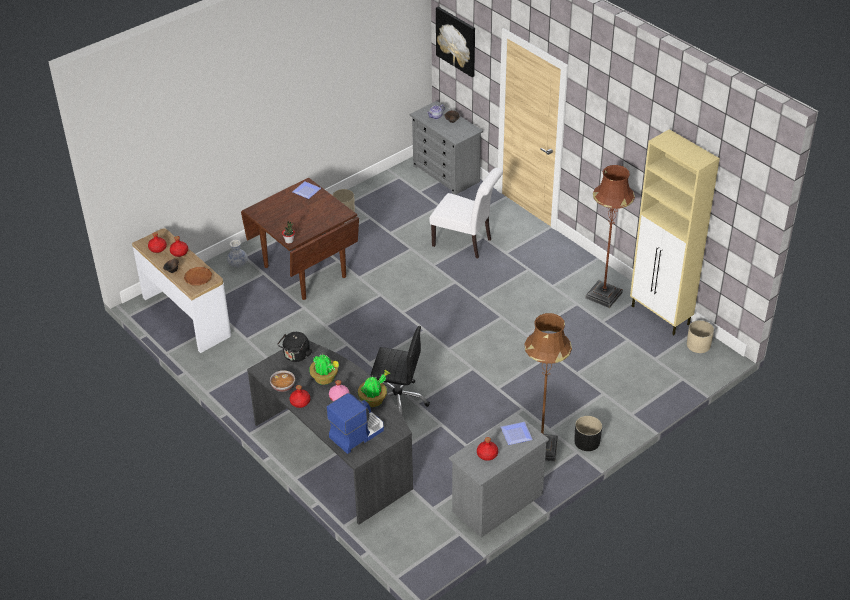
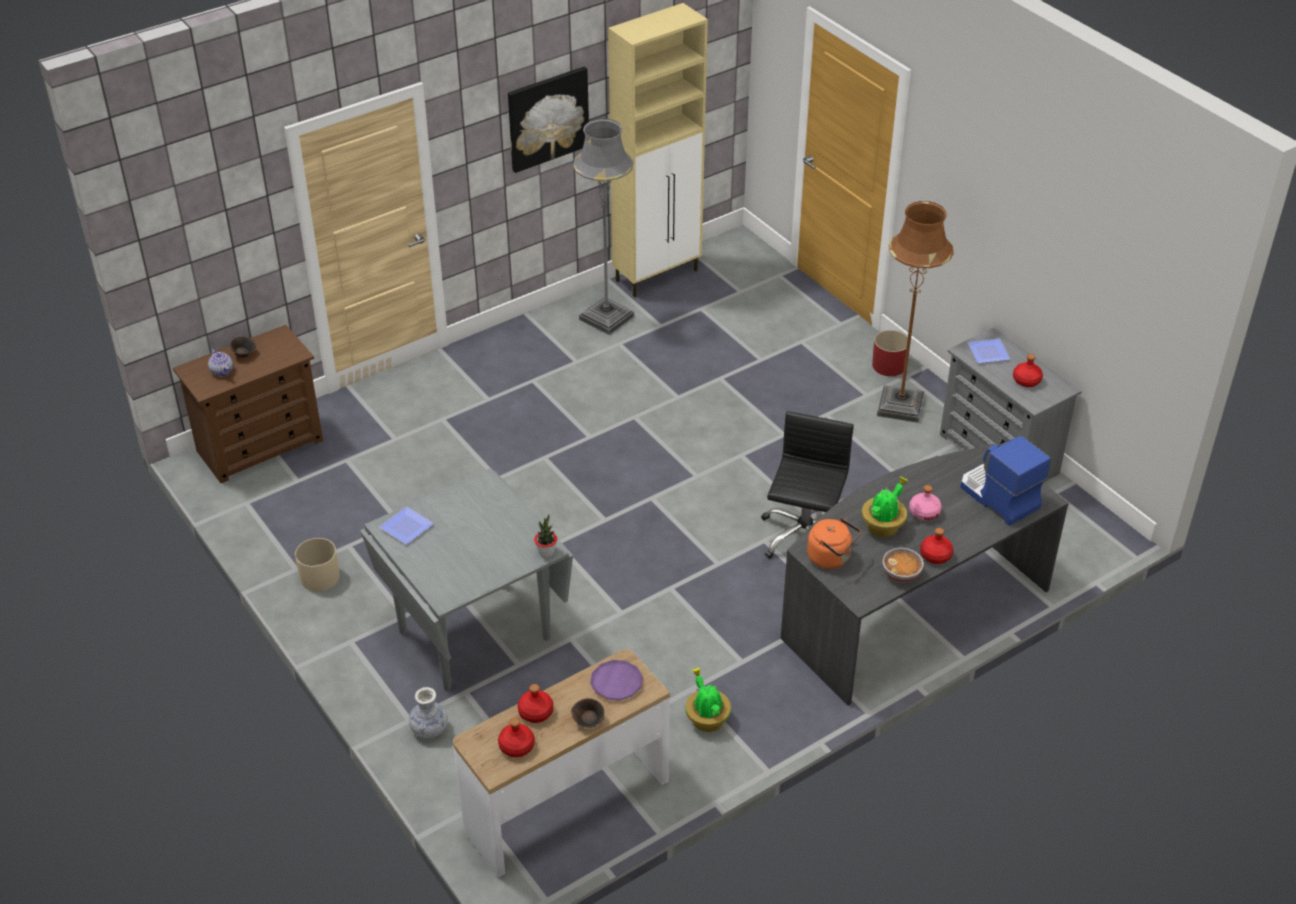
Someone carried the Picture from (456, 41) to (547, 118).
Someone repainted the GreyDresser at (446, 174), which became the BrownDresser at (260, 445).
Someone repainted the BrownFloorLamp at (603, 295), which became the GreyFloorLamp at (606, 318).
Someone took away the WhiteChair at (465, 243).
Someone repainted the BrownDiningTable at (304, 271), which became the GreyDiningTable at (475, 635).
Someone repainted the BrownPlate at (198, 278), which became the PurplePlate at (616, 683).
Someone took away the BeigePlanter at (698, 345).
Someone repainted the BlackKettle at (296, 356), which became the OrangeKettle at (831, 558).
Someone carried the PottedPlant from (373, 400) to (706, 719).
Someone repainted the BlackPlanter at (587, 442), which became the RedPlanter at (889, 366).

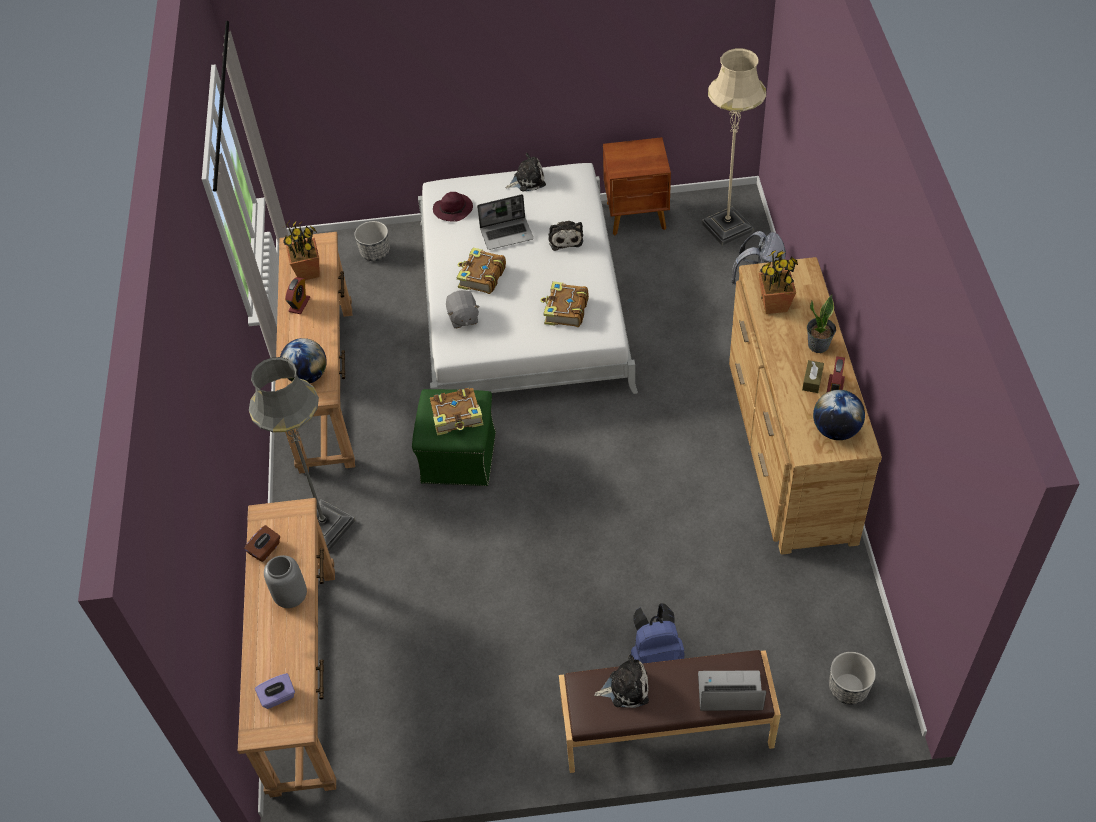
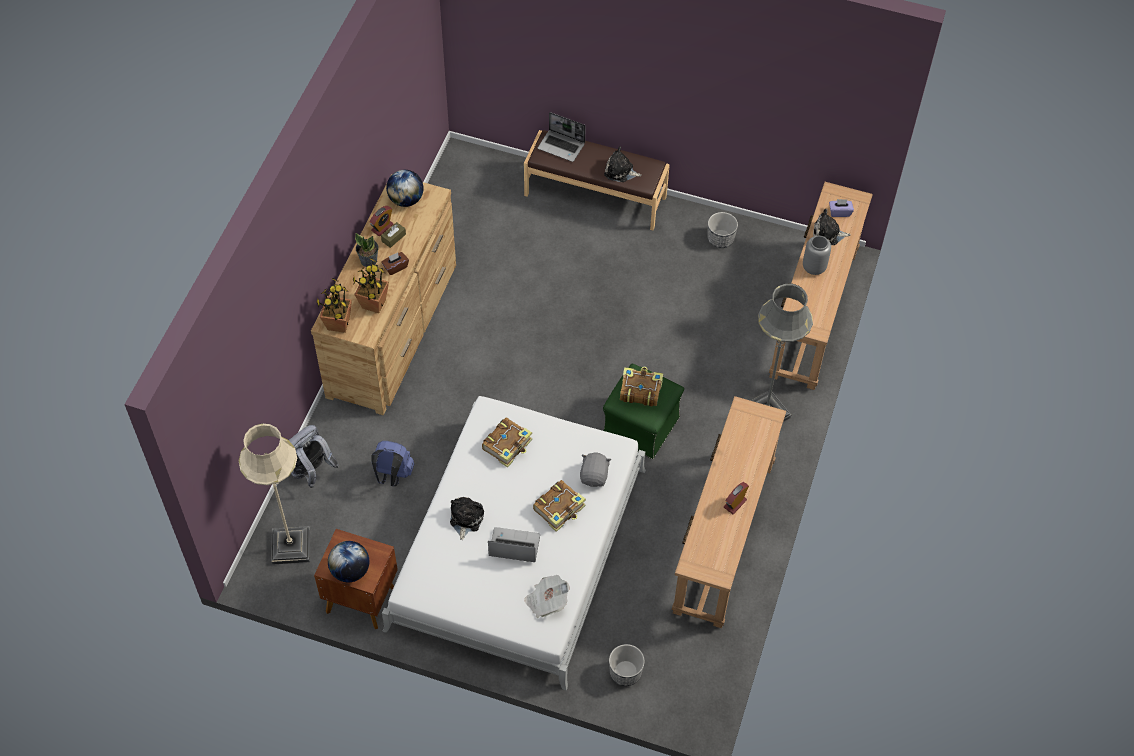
Someone carried the PlushToy from (527, 180) to (828, 234).
Someone swapped the PurpleHat at (453, 209) for the Newspaper at (546, 601).
Someone carried the PottedPlant from (308, 272) to (338, 324).
Someone carried the Globe from (307, 376) to (350, 571).
Someone carried the BrownTissueBox from (265, 550) to (395, 267).
Someone carried the BlueBackpack from (655, 656) to (392, 475).
Someone carried the Planter from (848, 688) to (720, 239).

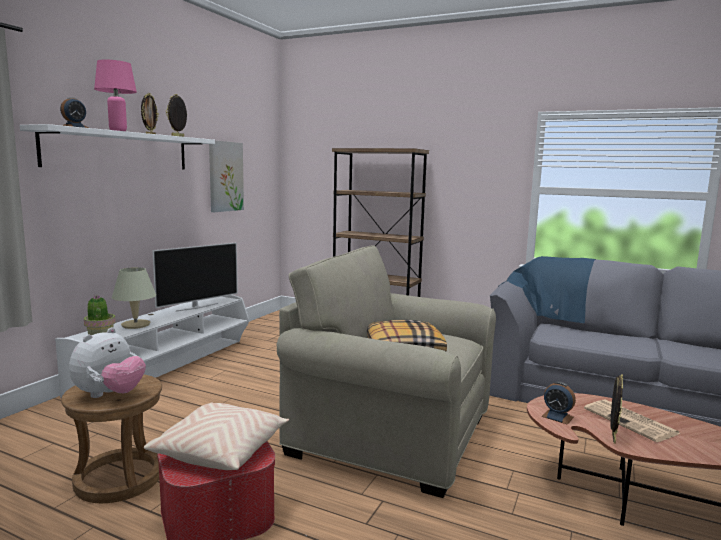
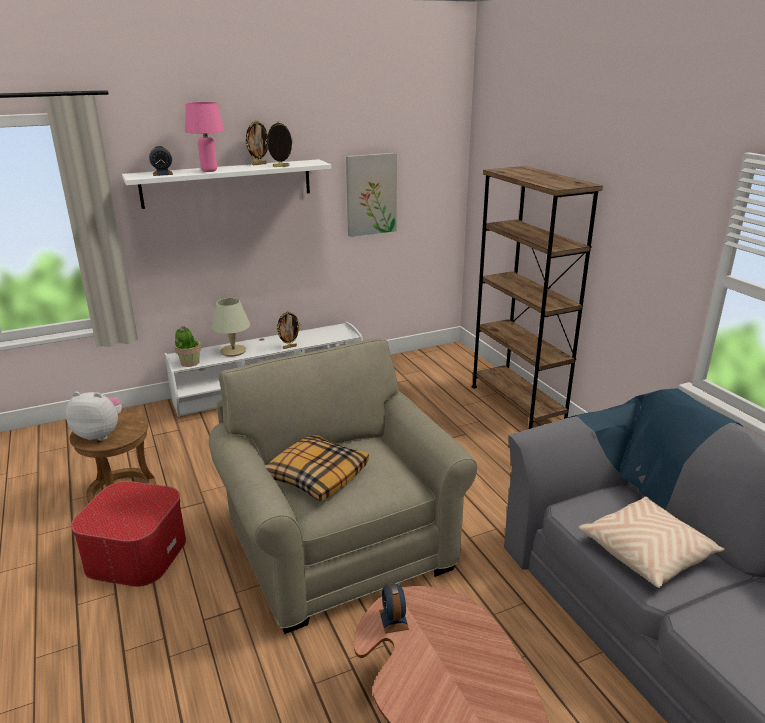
Someone took away the Television at (197, 307).
Someone rotated the PlushToy at (110, 395) by 150 degrees counterclockwise.
Someone carried the PictureFrame from (612, 437) to (289, 347).
Someone took away the Newspaper at (631, 421).
Someone carried the BeigePillow from (221, 450) to (647, 552).

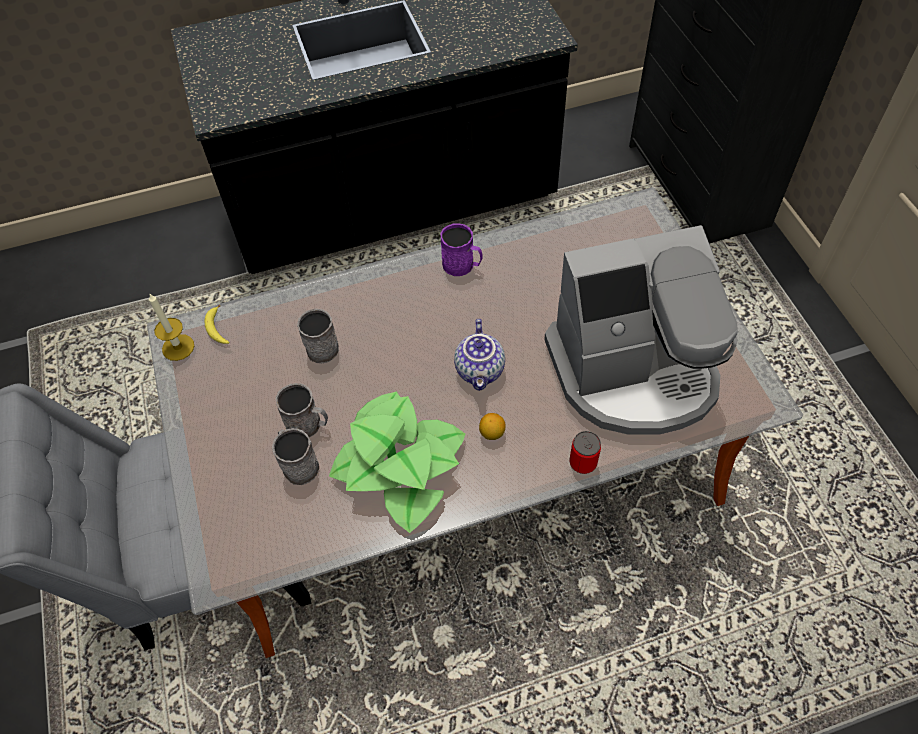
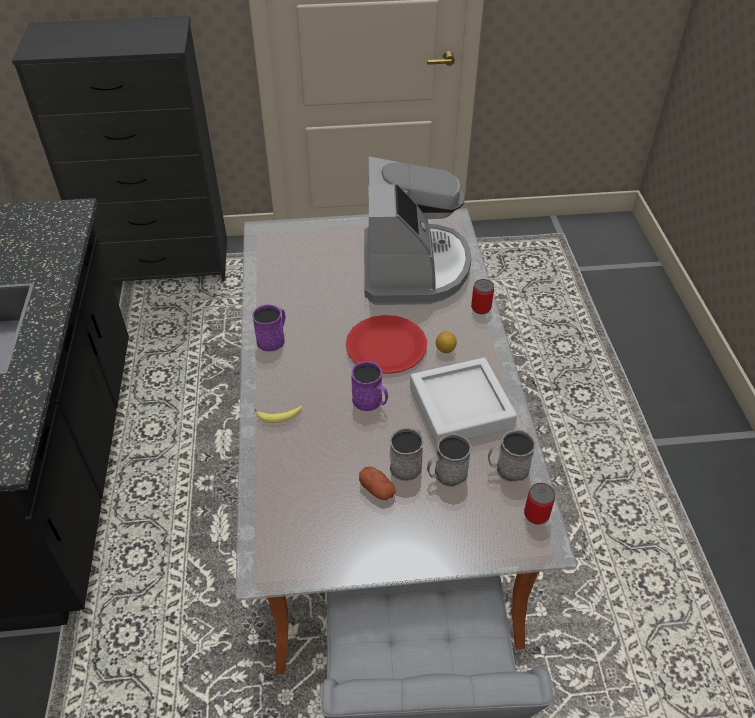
Someone took away the Candle at (178, 347).
Someone carried the Banana from (217, 329) to (279, 416).
Someone carried the GreyMug from (321, 345) to (507, 469).
Someone swapped the Teapot at (481, 370) for the RedPlate at (386, 346).
Someone swapped the PottedPlant at (400, 464) for the GreyTray at (461, 407).
Someone put down the PurpleMug at (370, 402).
Someone put down the Potato at (377, 489).
Someone put down the Can at (536, 514).

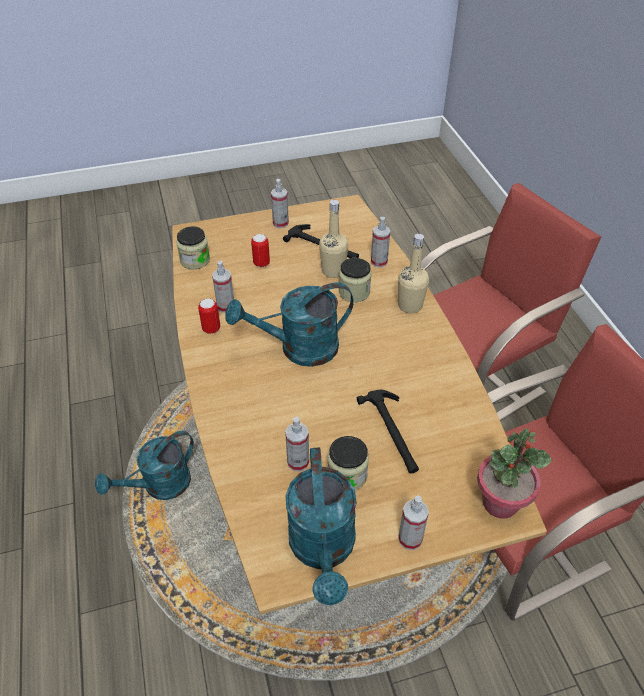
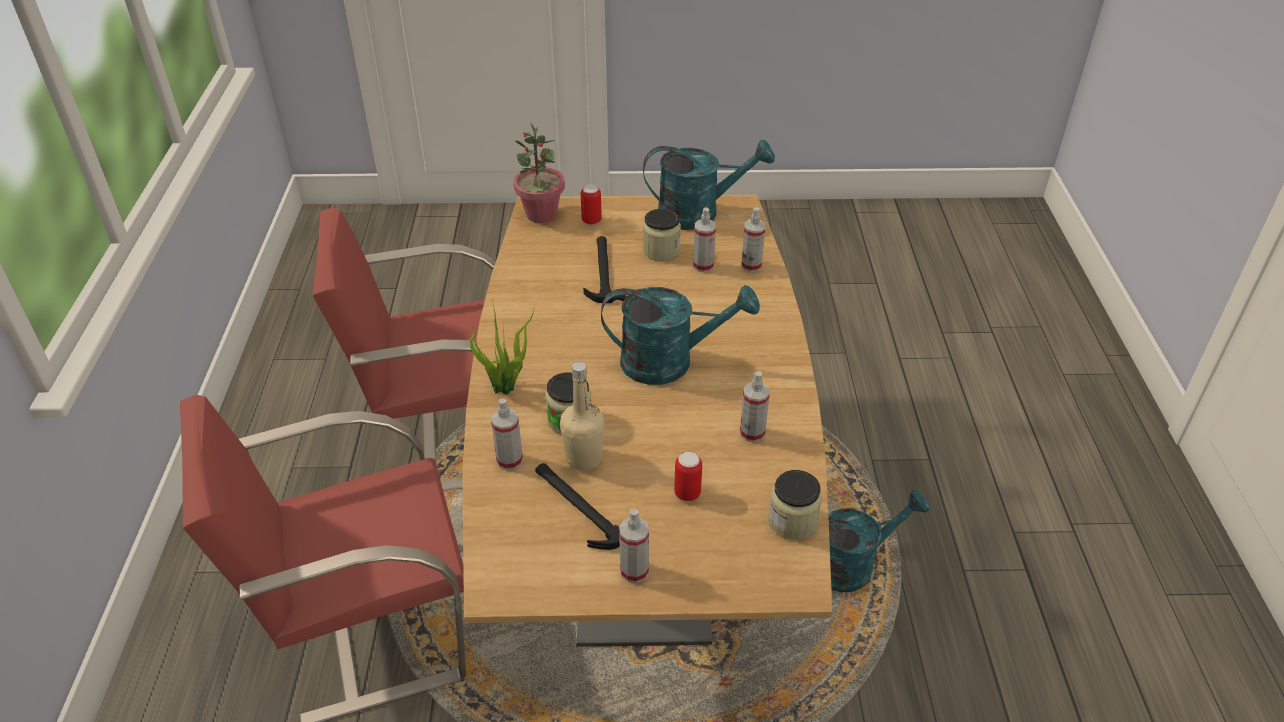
Someone swapped the BeigeBottle at (410, 305) for the PottedPlant at (507, 388).
Someone carried the Can from (211, 329) to (591, 221).
Someone rotated the TurquoiseWateringCan at (323, 550) by 75 degrees clockwise.
Someone carried the SprayBottle from (410, 539) to (751, 265).

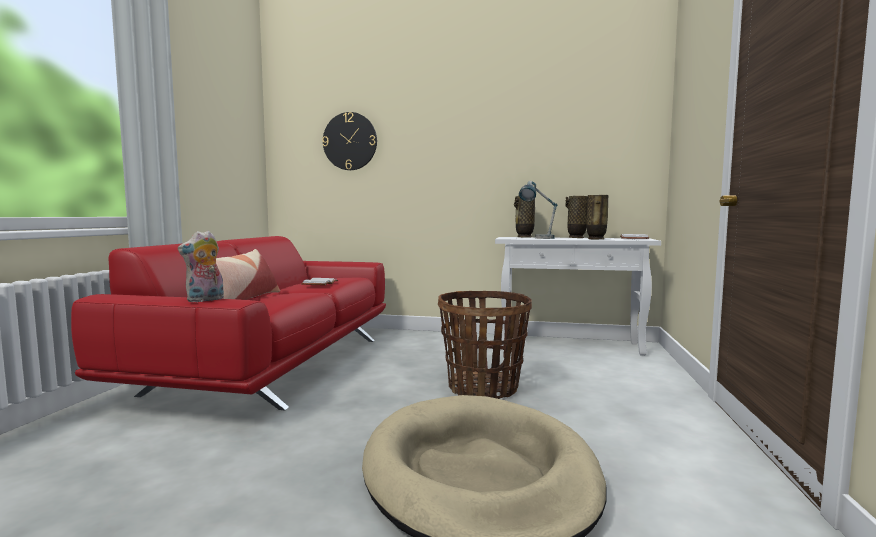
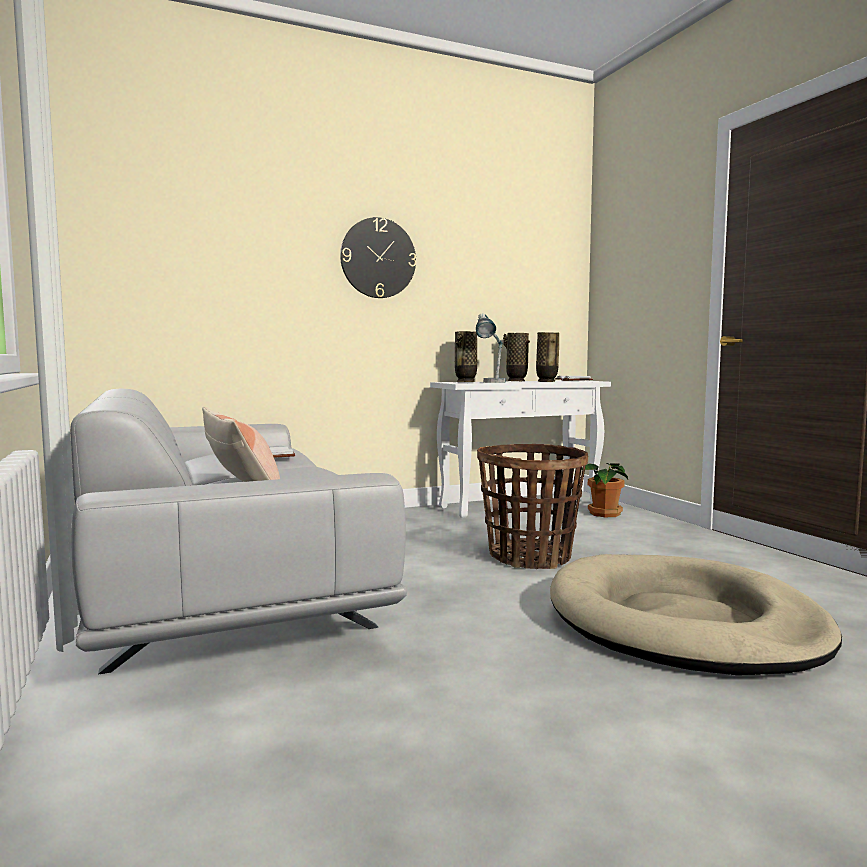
Someone carried the WallClock from (350, 141) to (378, 258).
Someone took away the PlushToy at (205, 300).
Someone repainted the RedSofa at (275, 363), which became the GreySofa at (222, 585).
Someone put down the PottedPlant at (604, 514).

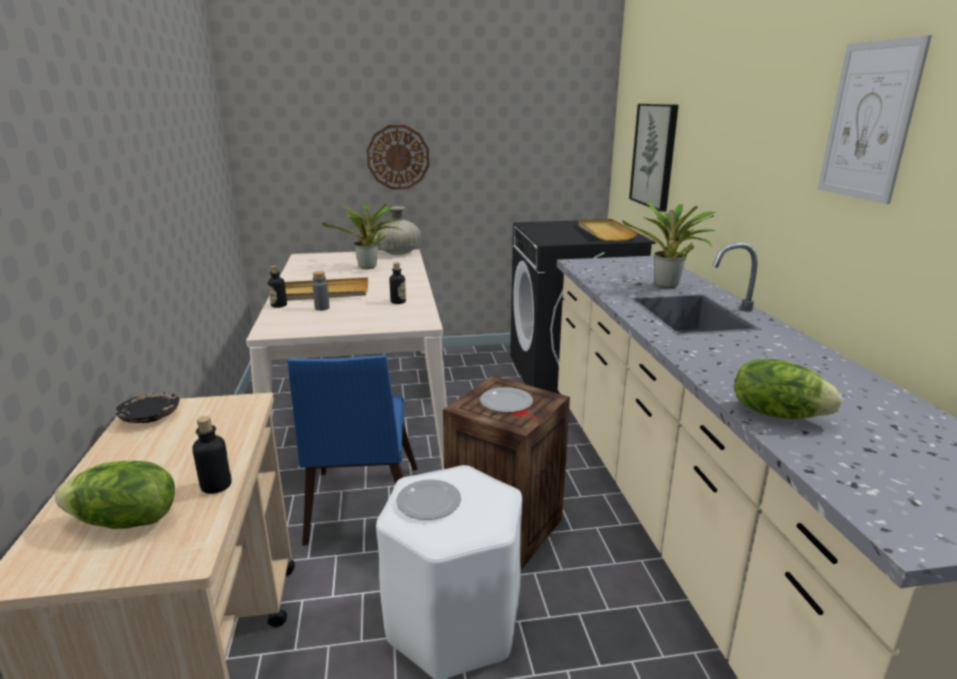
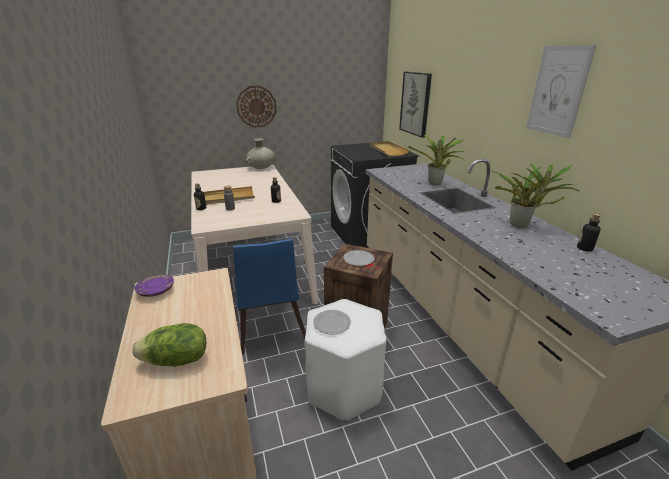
Someone carried the PottedPlant from (369, 268) to (521, 225).
Someone took away the Lettuce at (777, 413).
Someone repainted the BlackPlate at (150, 416), which became the PurplePlate at (156, 291).
Someone carried the Bottle from (216, 486) to (584, 248).

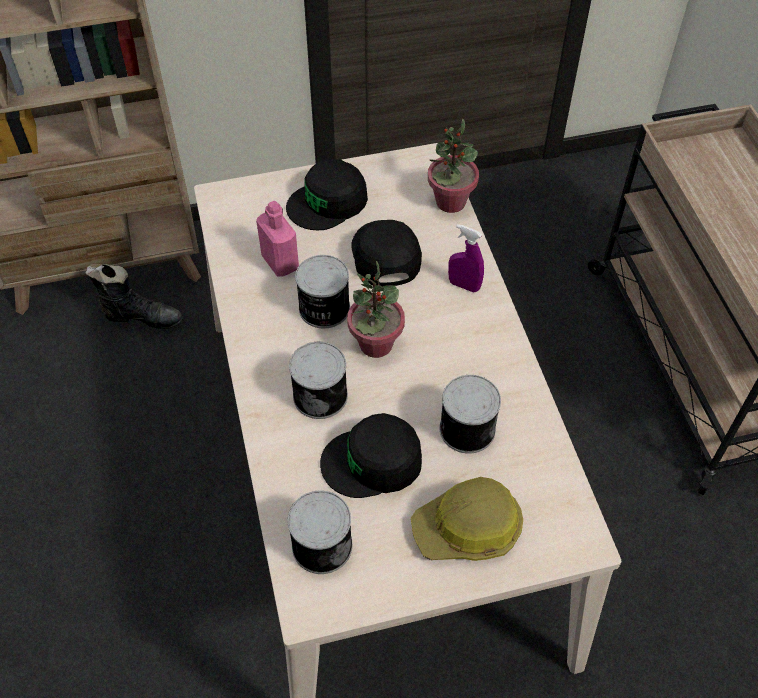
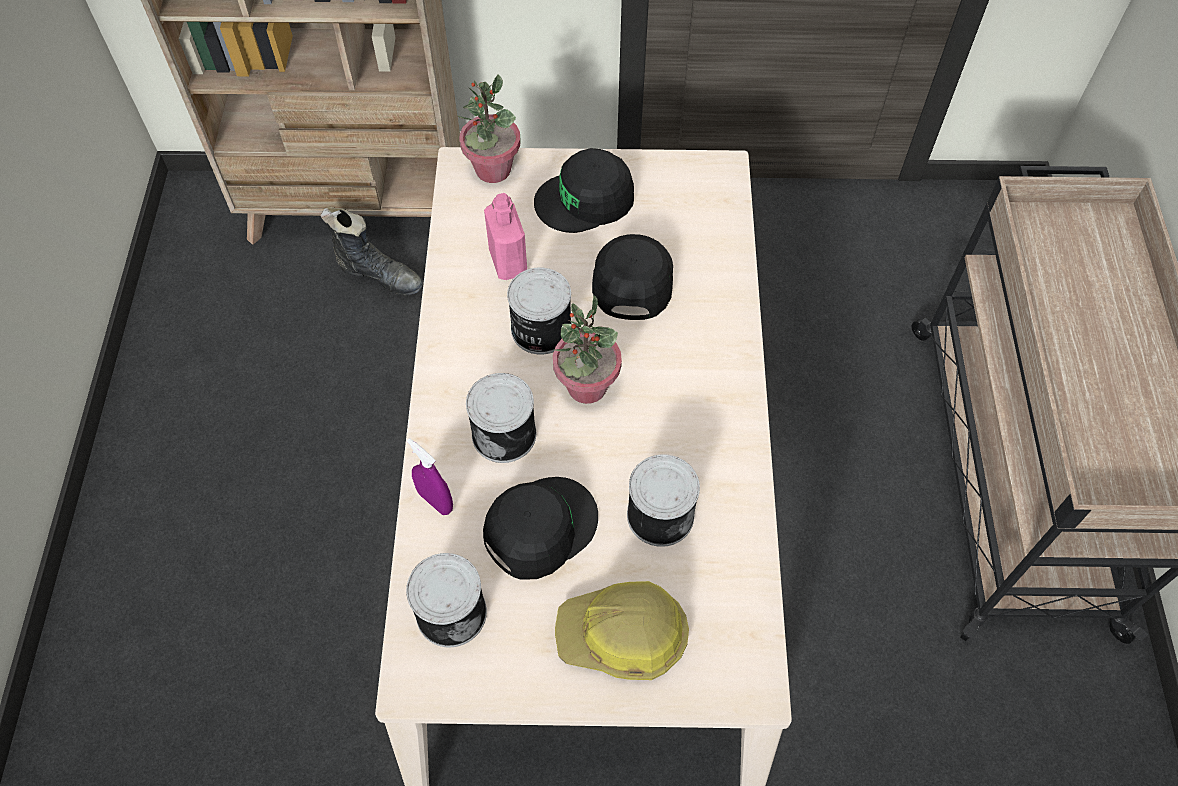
Someone carried the PottedPlant from (450, 202) to (492, 169).
Someone carried the PurpleSprayBottle from (464, 285) to (435, 501).
Someone rotated the BlackCap at (373, 461) by 135 degrees clockwise.

